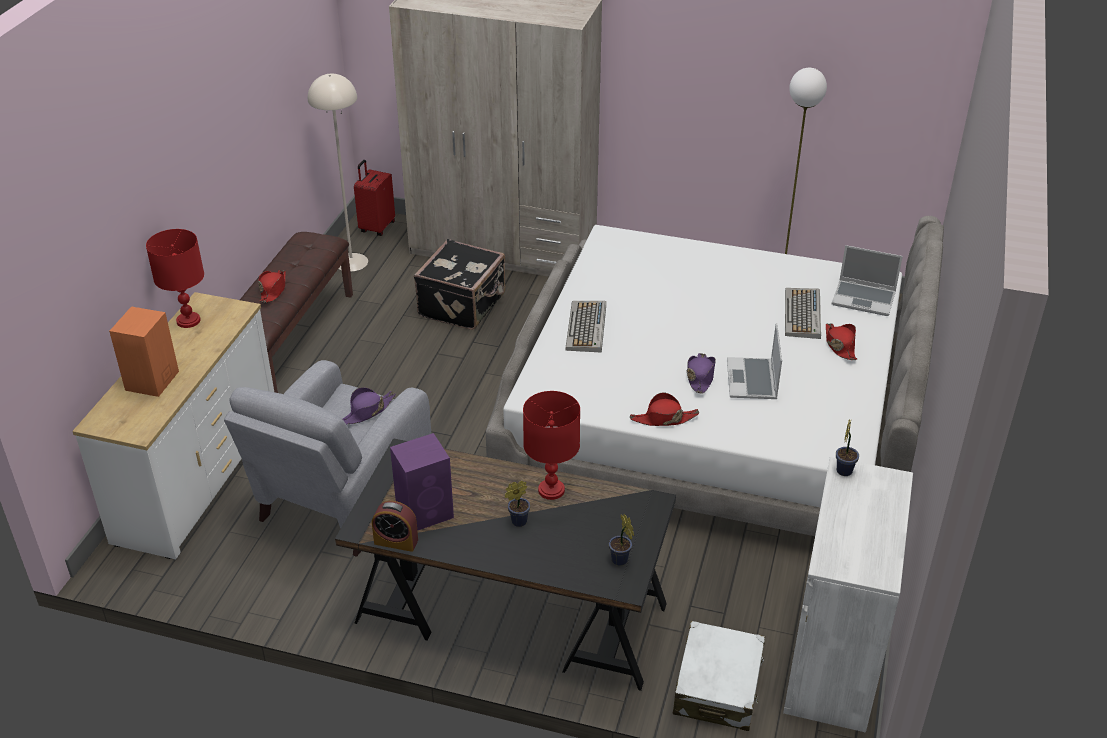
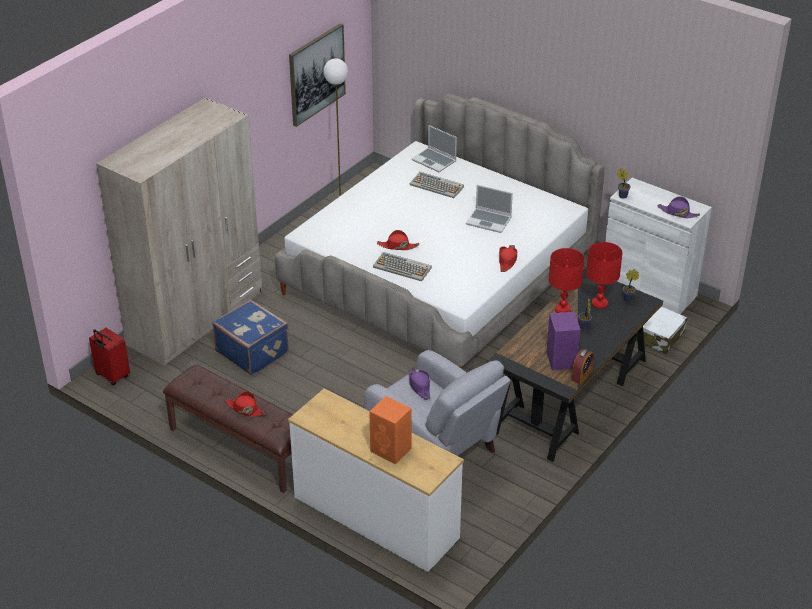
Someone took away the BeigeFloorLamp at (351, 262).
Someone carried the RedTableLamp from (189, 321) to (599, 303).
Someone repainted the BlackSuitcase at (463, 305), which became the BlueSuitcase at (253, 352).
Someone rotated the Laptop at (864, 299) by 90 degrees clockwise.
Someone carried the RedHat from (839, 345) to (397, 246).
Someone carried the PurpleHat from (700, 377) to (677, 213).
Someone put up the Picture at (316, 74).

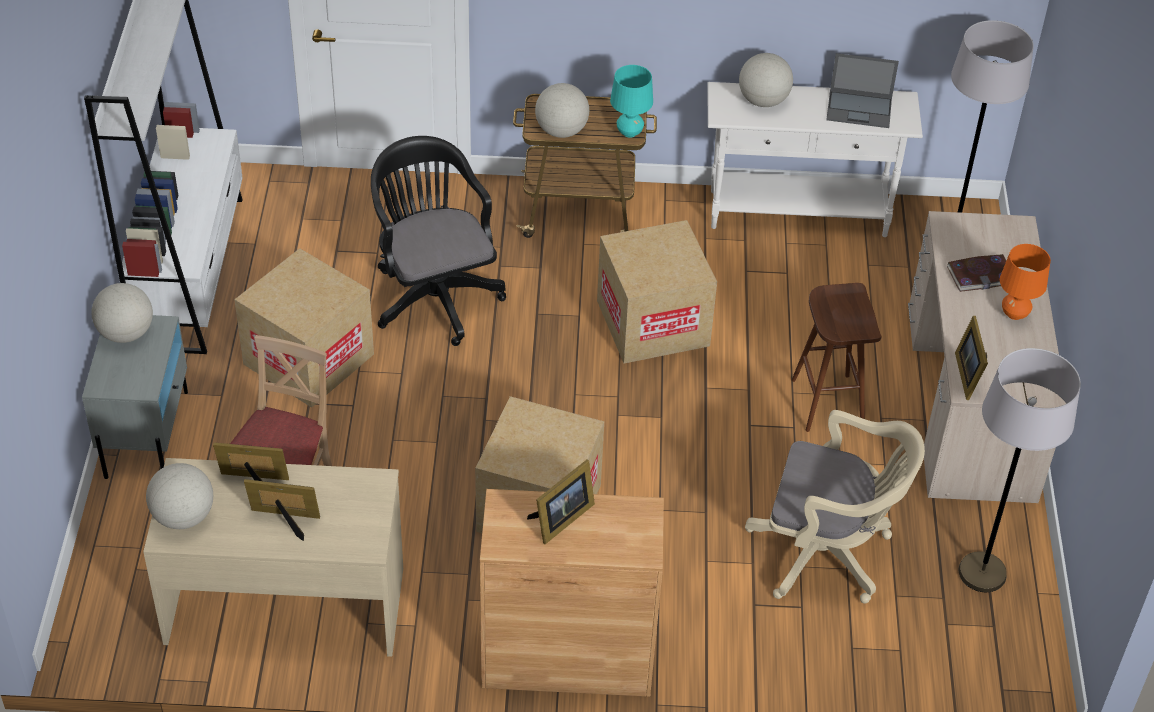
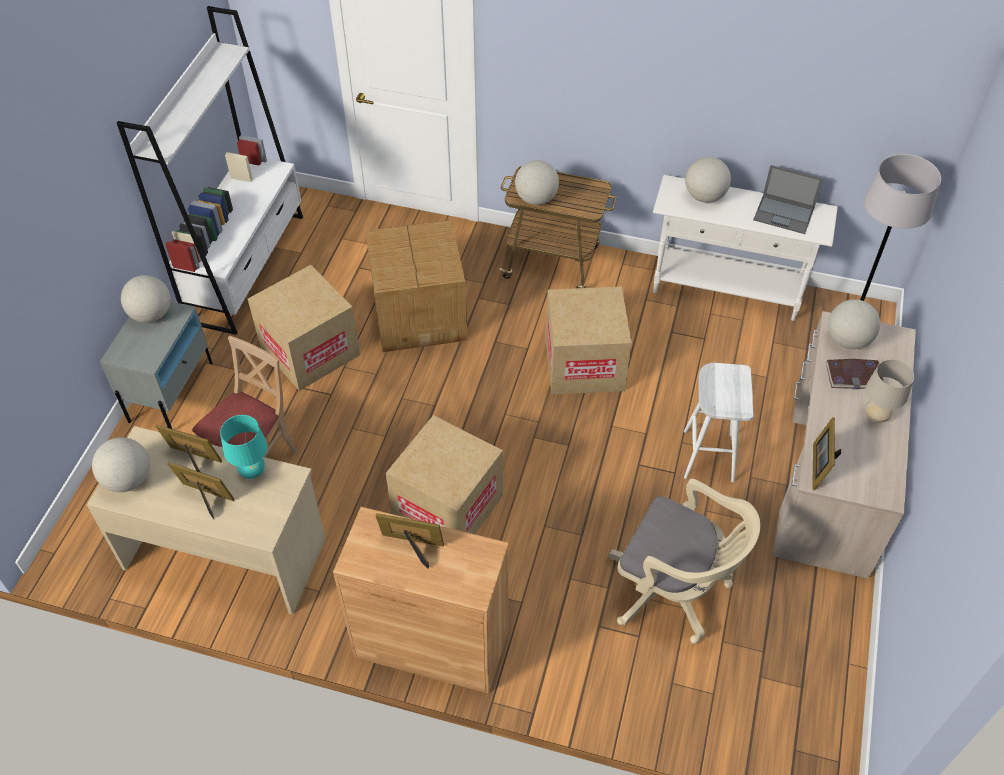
Someone carried the TurquoiseTableLamp from (629, 132) to (252, 472).
Someone swapped the BlackOfficeChair at (434, 294) for the CardboardBox at (420, 313).
Someone repainted the OrangeTableLamp at (1014, 314), which became the BeigeTableLamp at (876, 416).
Someone repainted the BrownStool at (826, 402), which became the WhiteStool at (707, 455).
Someone took away the GreyFloorLamp at (982, 573).
Someone rotated the PictureFrame at (560, 519) by 135 degrees counterclockwise.
Someone put down the Globe at (847, 340).

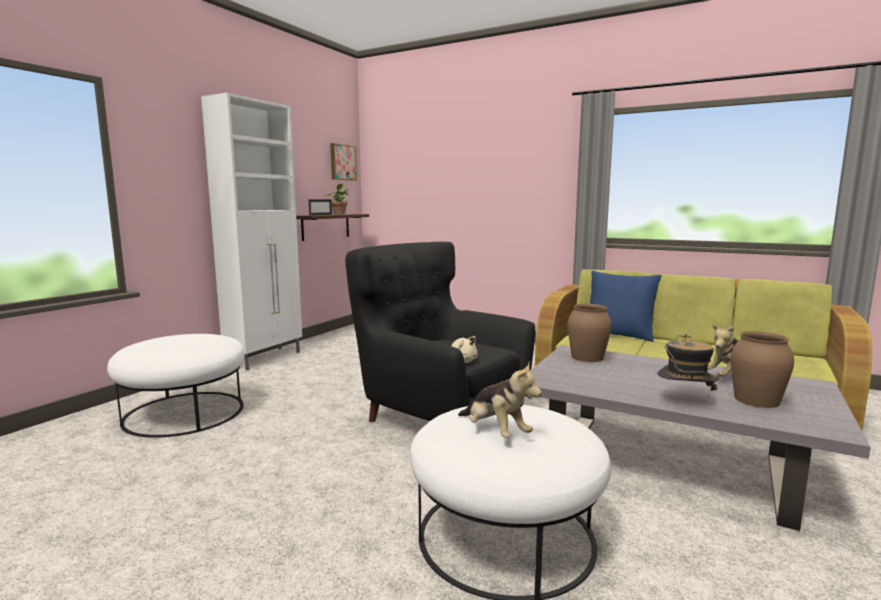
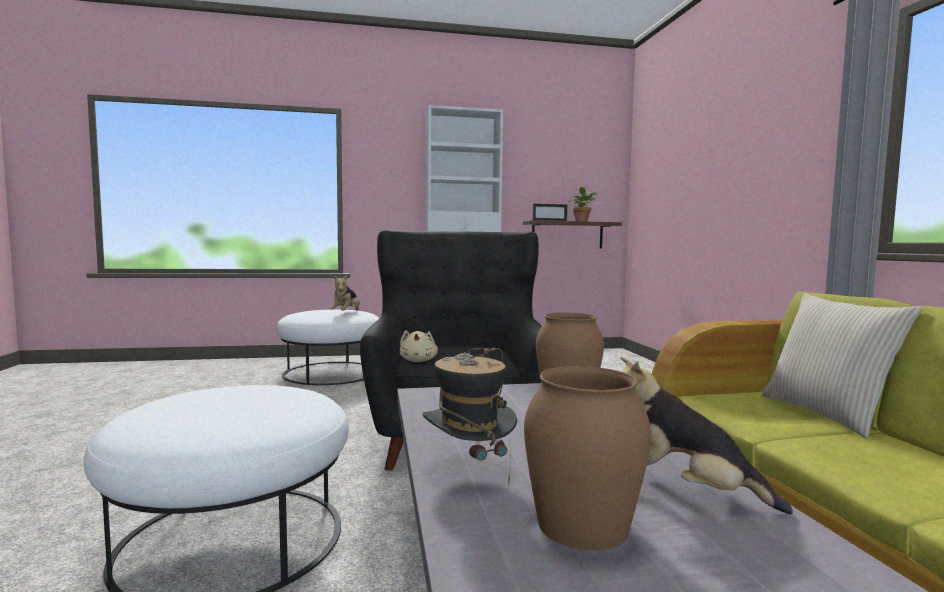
Someone took away the Picture at (342, 162).
Someone repainted the BluePillow at (619, 335), which became the BeigePillow at (827, 414).
Someone carried the PlushToy from (496, 432) to (346, 313).

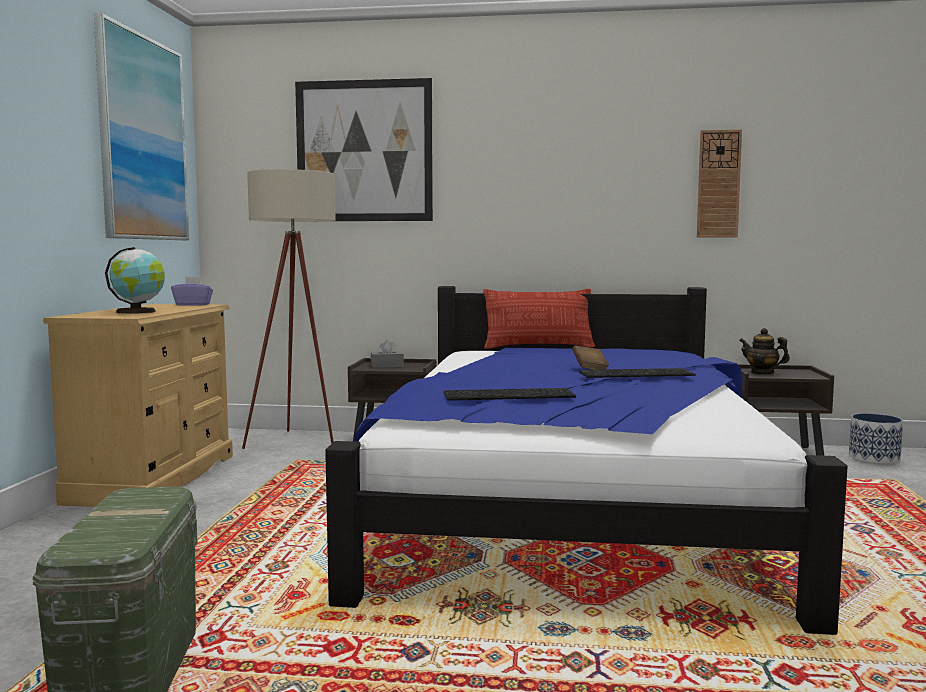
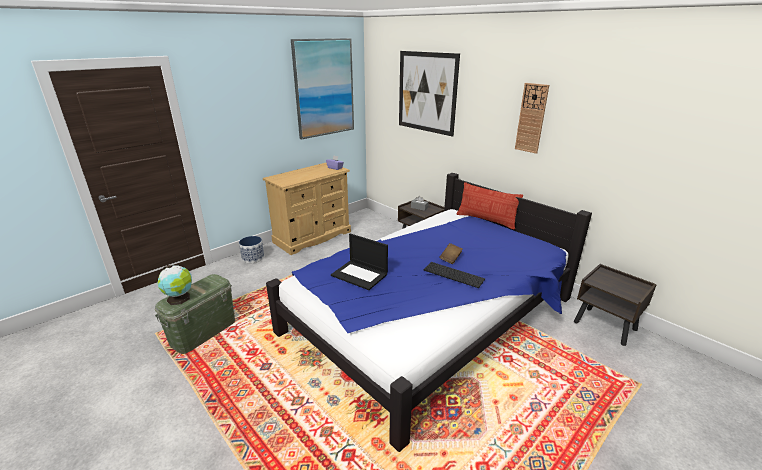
Someone carried the WallClock from (718, 184) to (531, 118).
Someone took away the BeigeFloorLamp at (297, 442).
Someone carried the Globe from (138, 312) to (180, 298).
Someone took away the Teapot at (762, 373).
Someone swapped the Keyboard at (509, 395) for the Laptop at (360, 275).
Someone carried the Planter from (874, 458) to (253, 258).

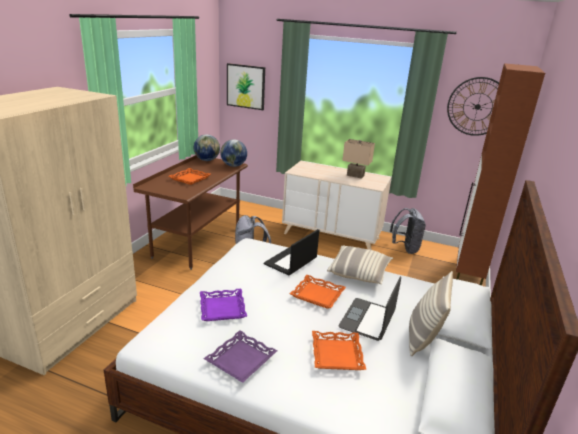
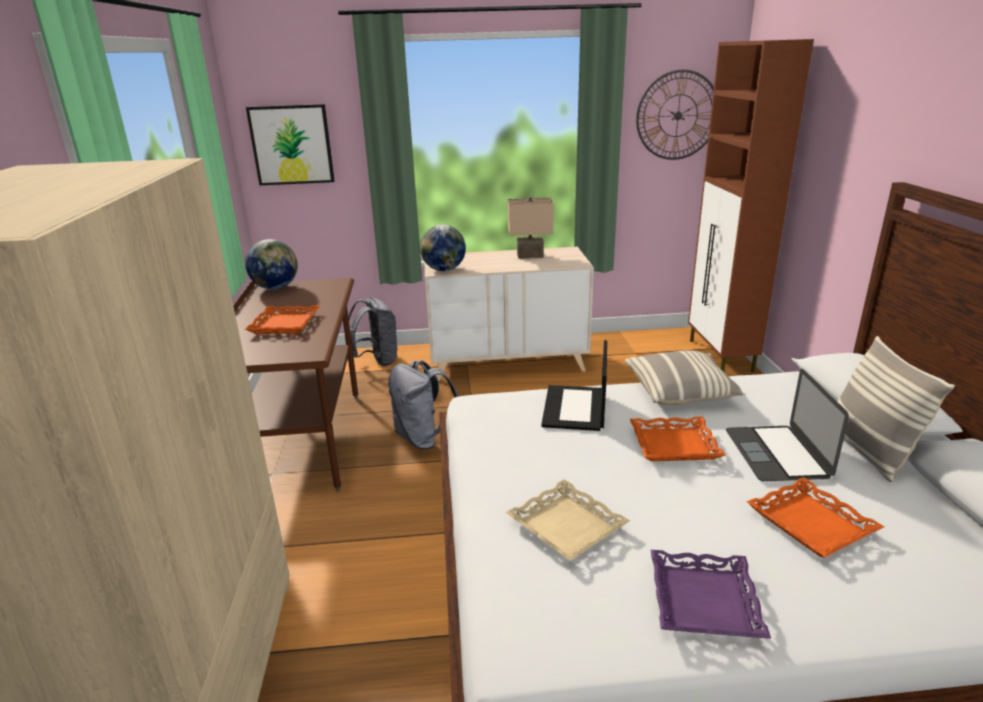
Someone carried the Globe from (233, 166) to (444, 270).
Someone carried the GreyBackpack from (405, 248) to (377, 361).
Someone repainted the PurpleTray at (222, 308), which became the BeigeTray at (565, 526).

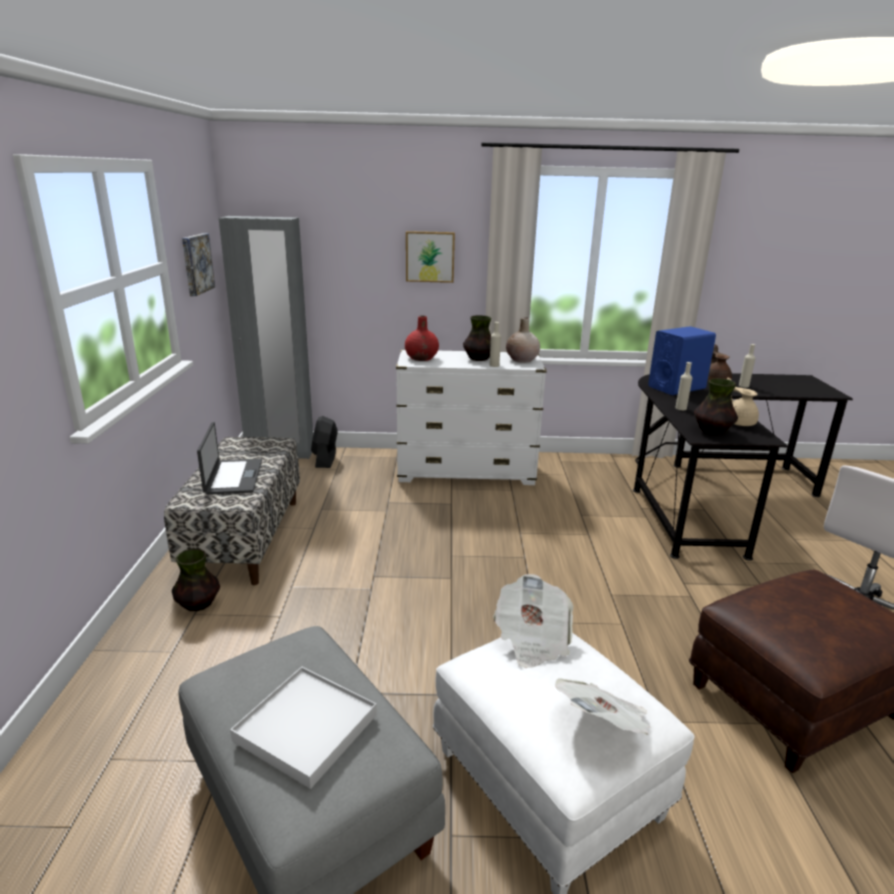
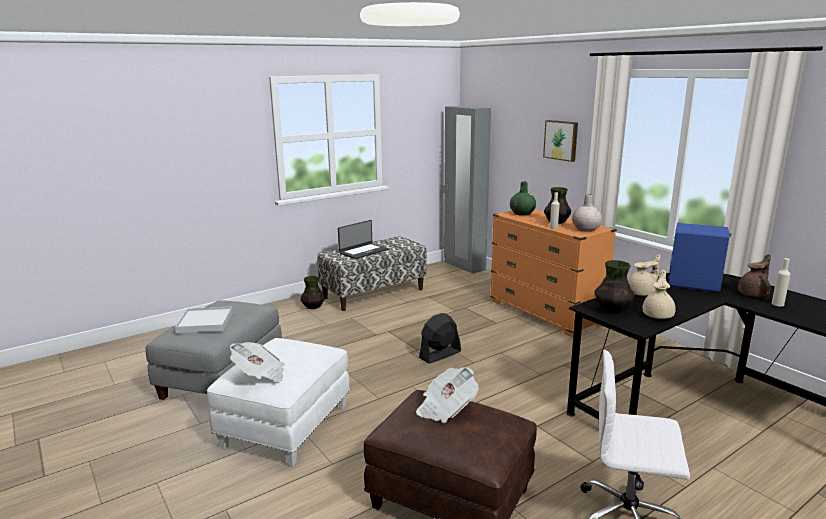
Someone took away the Picture at (196, 263).
Someone repainted the RedVase at (422, 358), which became the GreenVase at (522, 213).
Someone repainted the WhiteDresser at (466, 472), which became the OrangeDresser at (545, 313).
Someone swapped the BeigeBottle at (681, 408) for the BeigeTeapot at (642, 293).
Someone carried the BlackFan from (325, 459) to (440, 355).
Someone carried the Newspaper from (532, 639) to (446, 408).

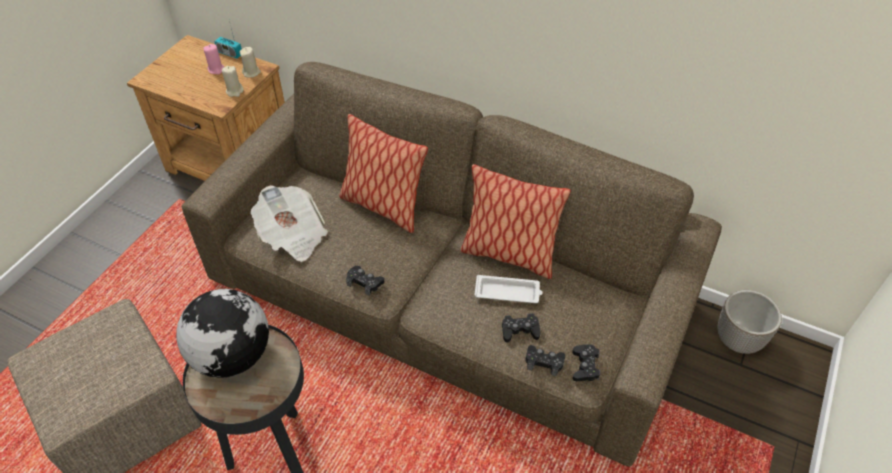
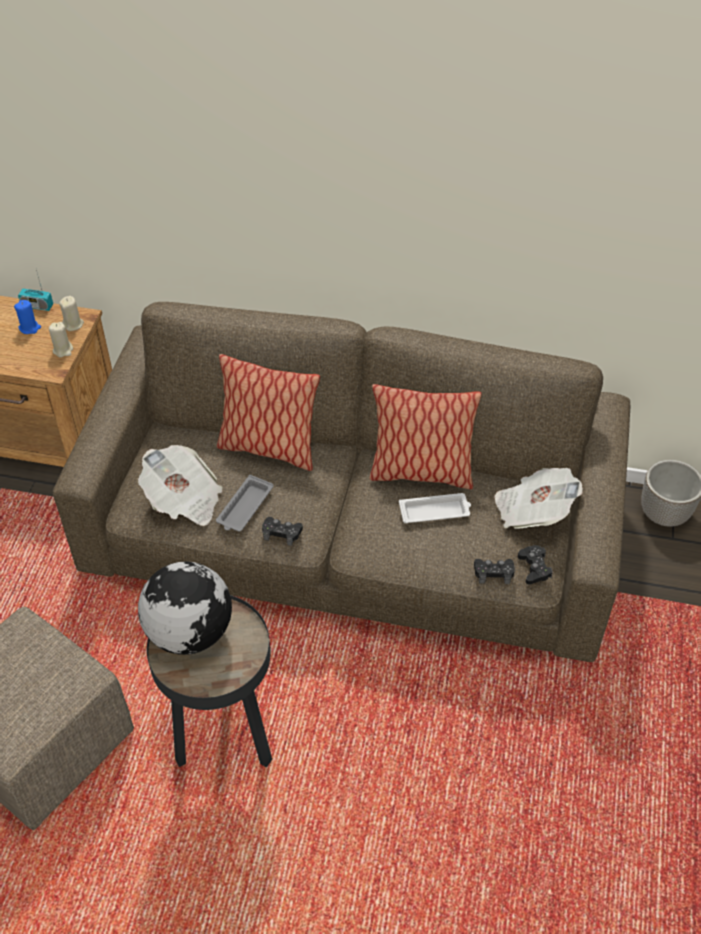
Someone repainted the PinkCandle at (216, 69), which became the BlueCandle at (30, 328).
Someone took away the BlackGameController at (520, 330).
Someone put down the Newspaper at (533, 511).
Someone put down the GreyTray at (244, 508).

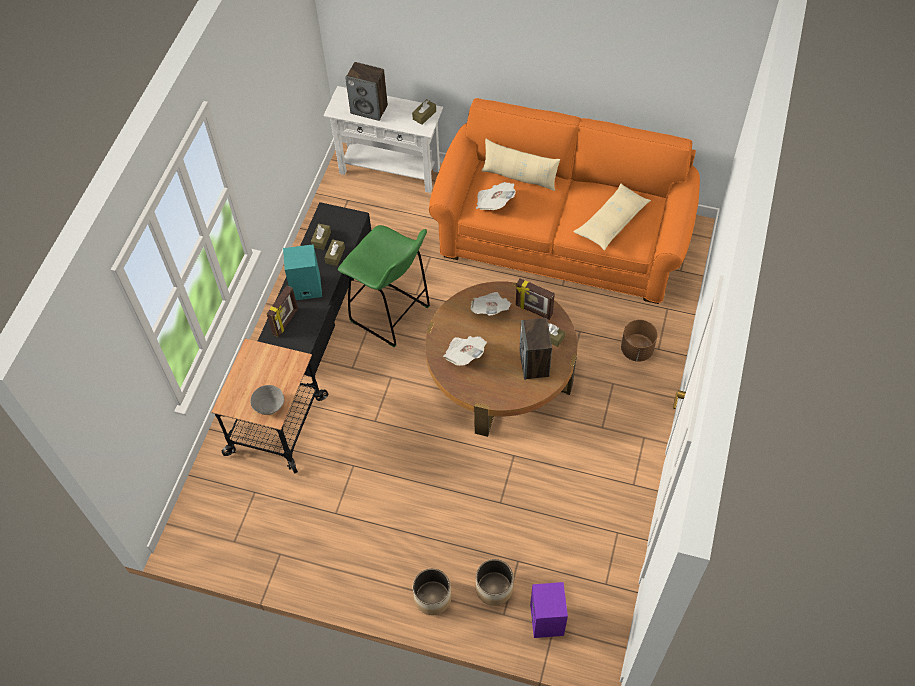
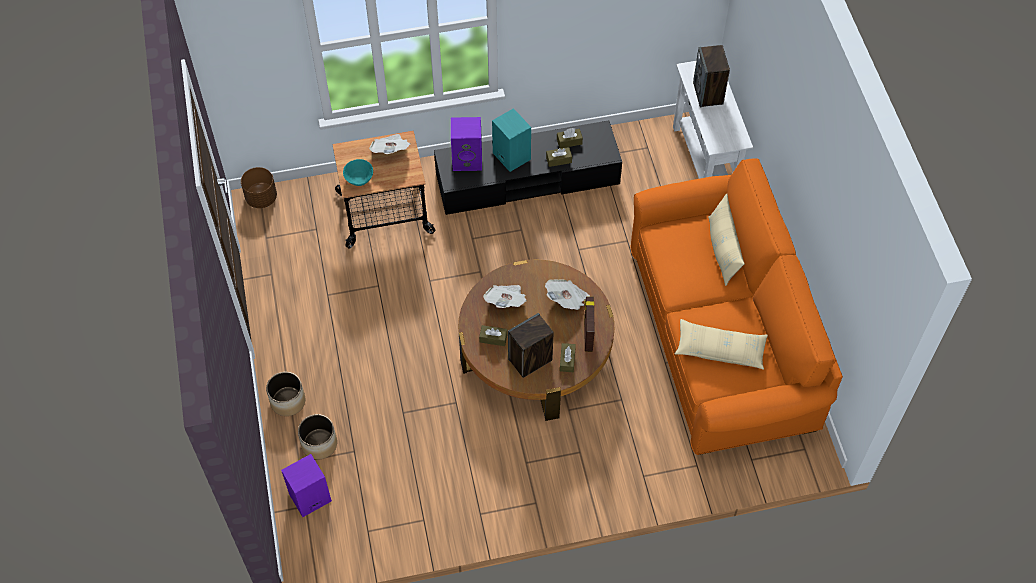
Someone carried the BrownTissueBox from (424, 115) to (493, 338).
Someone carried the Newspaper from (494, 203) to (391, 151).
Someone took away the GreenStool at (392, 315).
Someone swapped the PictureFrame at (286, 322) for the PurpleSpeaker at (468, 159).
Someone carried the BrownPlanter from (637, 350) to (261, 198).
Someone repainted the GreyBowl at (269, 406), which became the TurquoiseBowl at (358, 179).

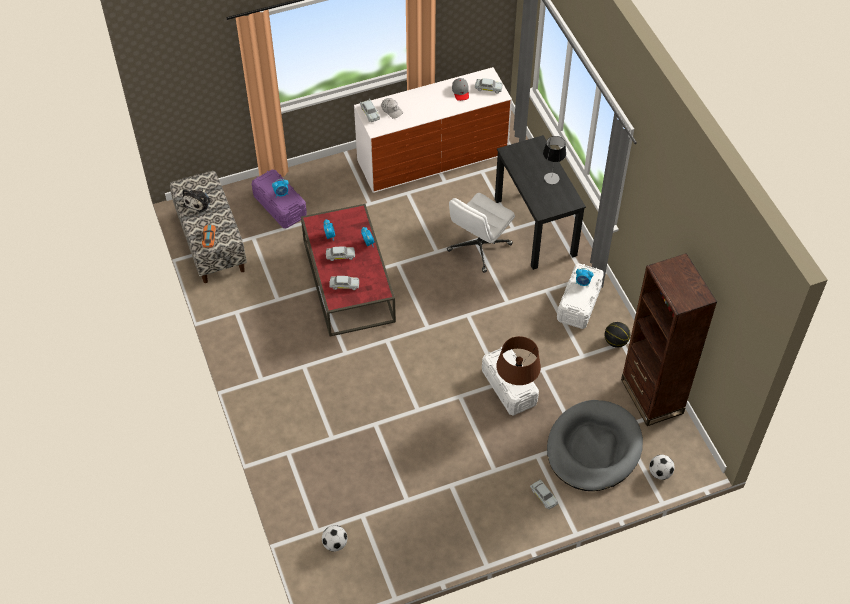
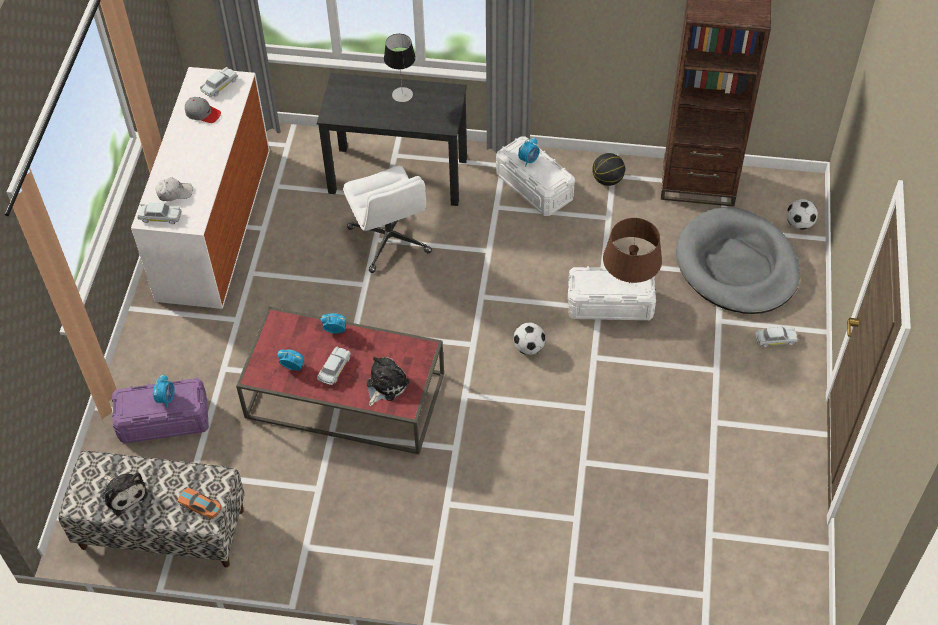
Someone swapped the WhiteToyCar at (344, 285) for the PlushToy at (385, 385).
Someone carried the Football from (335, 543) to (528, 347).

